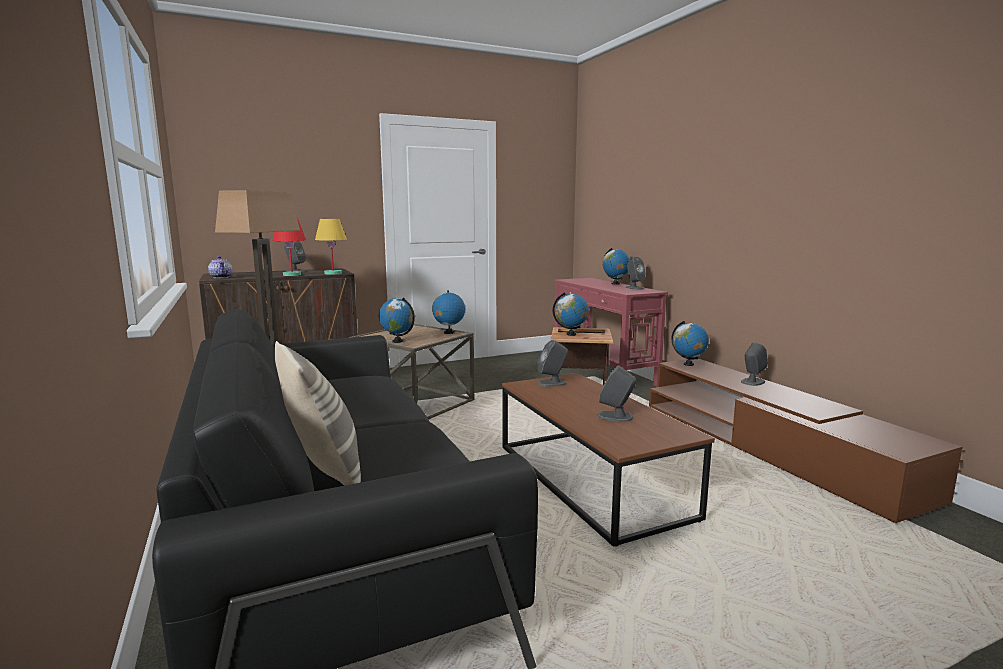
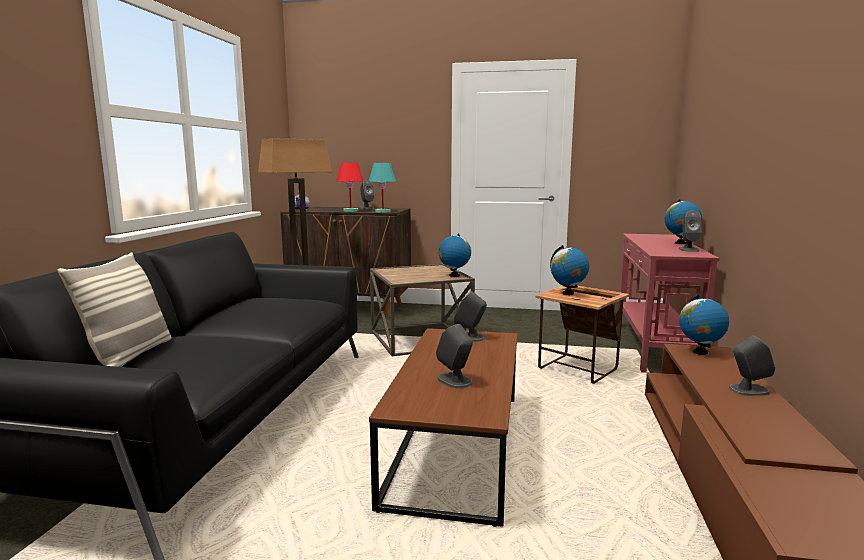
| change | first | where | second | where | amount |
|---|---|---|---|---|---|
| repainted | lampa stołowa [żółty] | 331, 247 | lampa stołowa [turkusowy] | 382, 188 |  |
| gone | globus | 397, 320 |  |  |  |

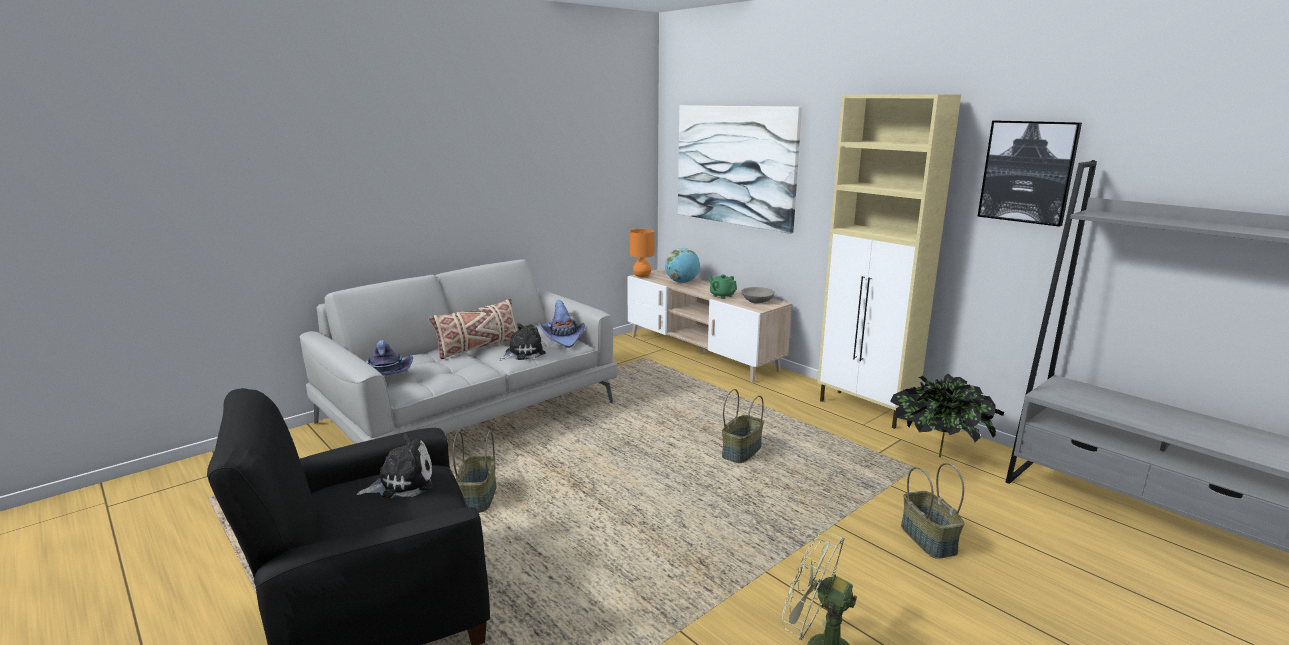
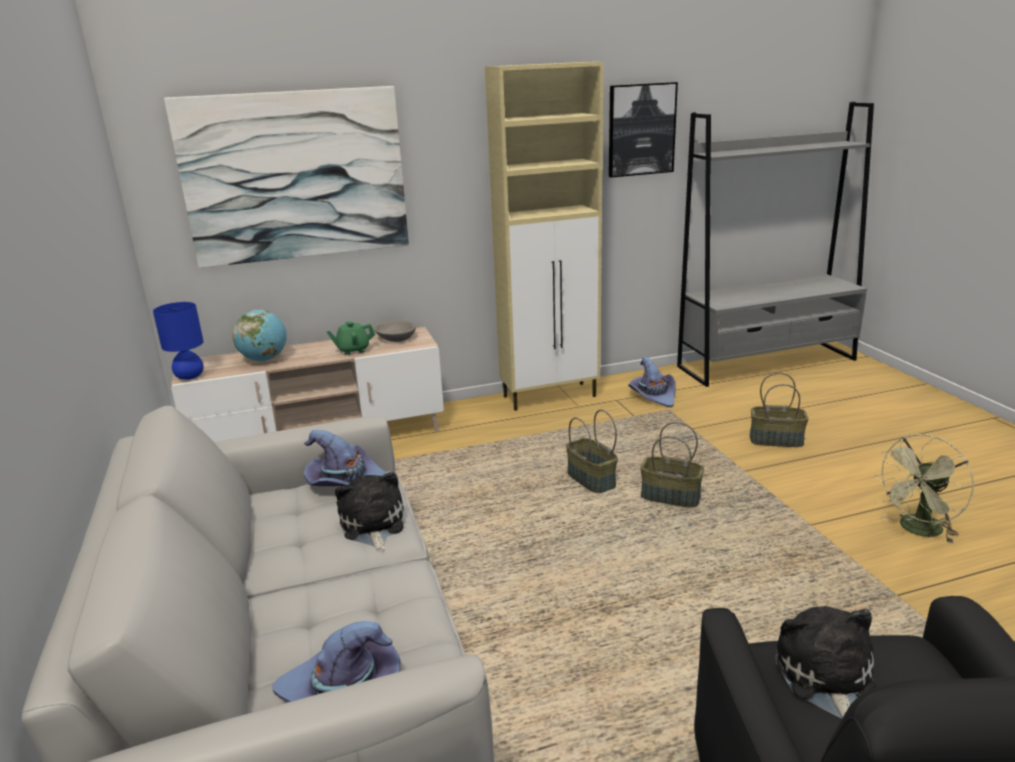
| change | first | where | second | where | amount |
|---|---|---|---|---|---|
| gone | poduszka [beżowy] | 472, 329 |  |  |  |
| shifted | koszyk | 475, 472 |  | 672, 465 |  |
| repainted | lampa stołowa [pomarańczowy] | 642, 253 | lampa stołowa [niebieski] | 178, 341 |  |
| swapped | roślina doniczkowa | 947, 415 | kapelusz [fioletowy] | 652, 382 |  |

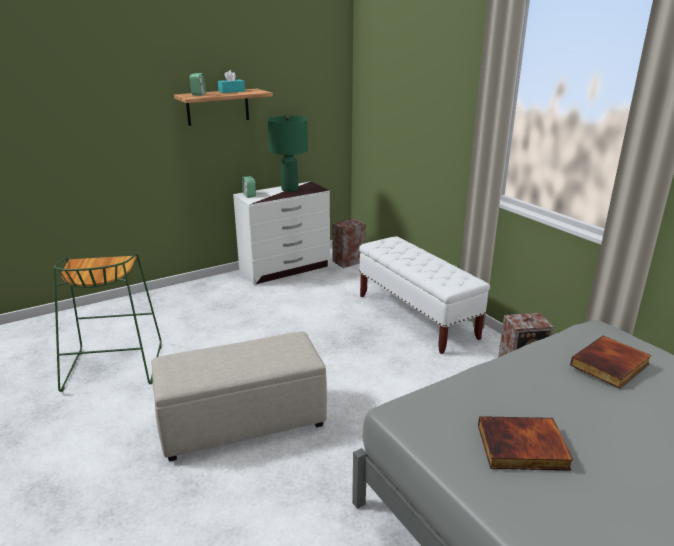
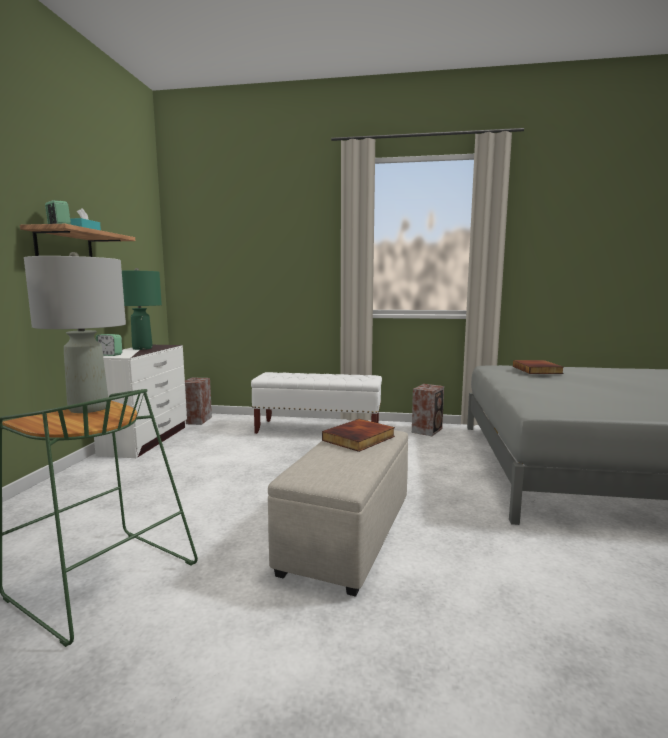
| change | first | where | second | where | amount |
|---|---|---|---|---|---|
| shifted | książka | 525, 443 |  | 358, 435 |  |
| new |  |  | lampa stołowa [szary] | 75, 332 |  |

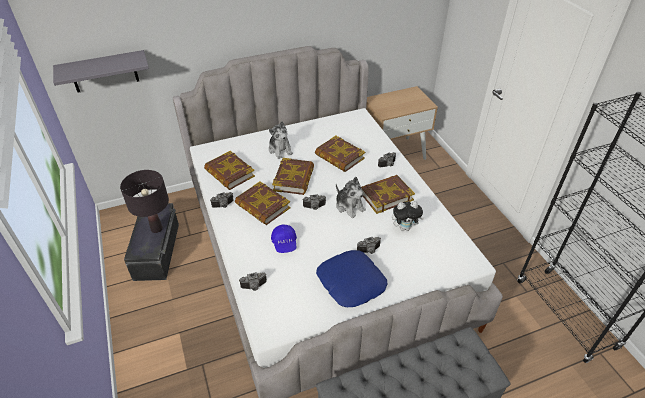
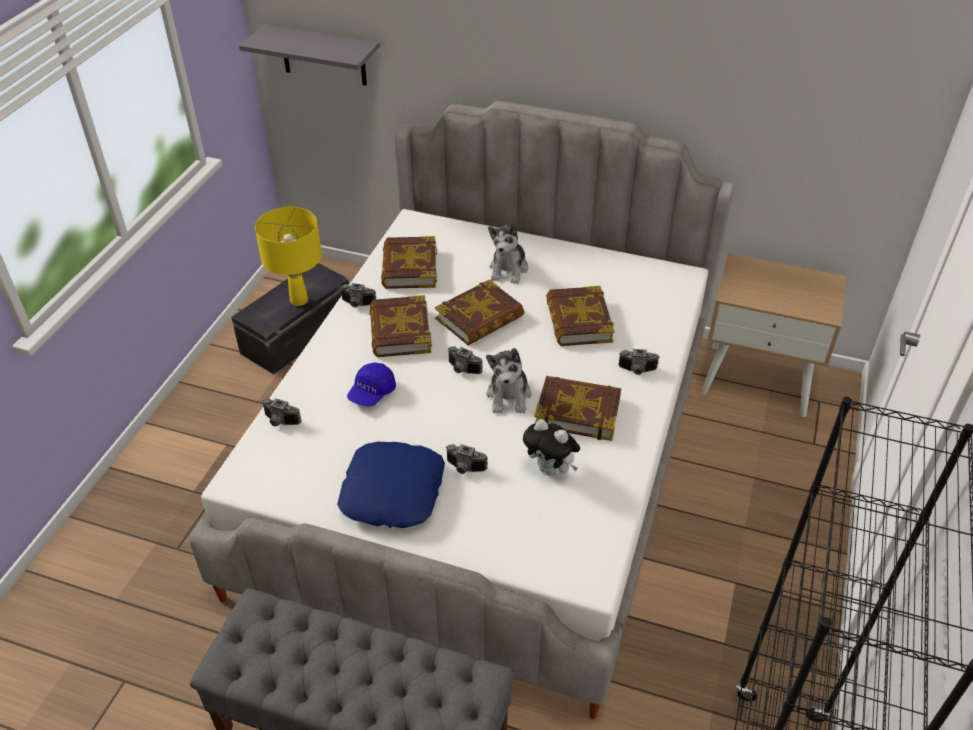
| change | first | where | second | where | amount |
|---|---|---|---|---|---|
| repainted | lampa stołowa [czarny] | 144, 201 | lampa stołowa [żółty] | 288, 256 |  |

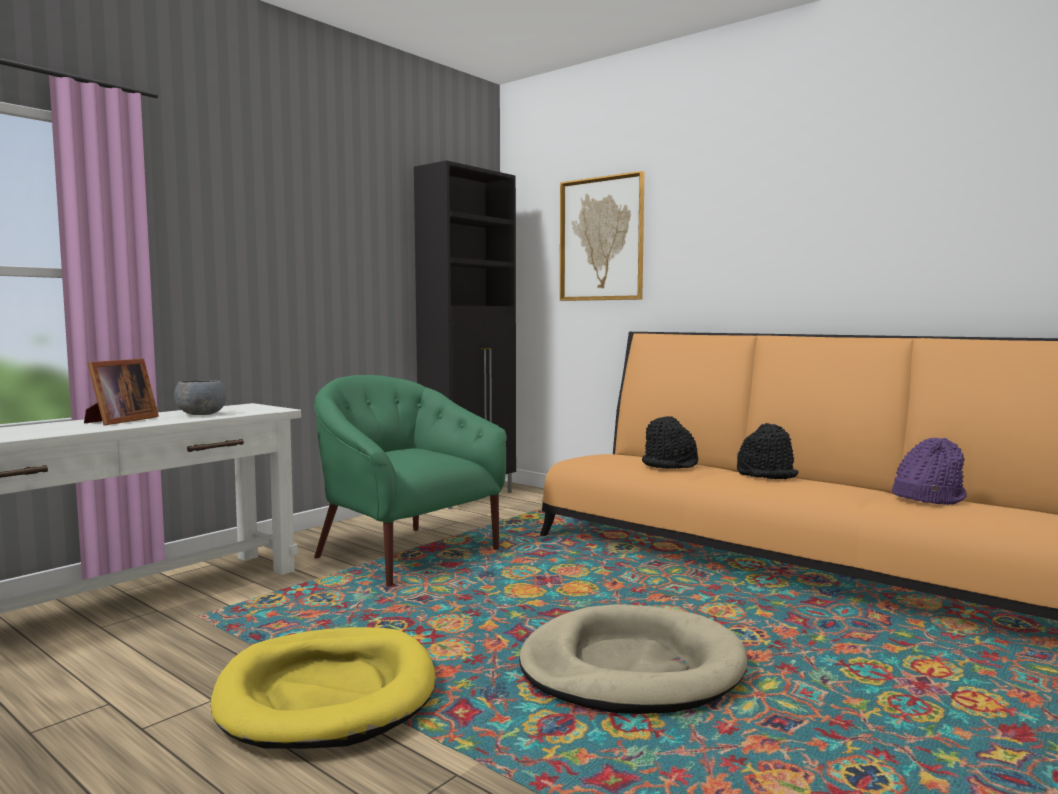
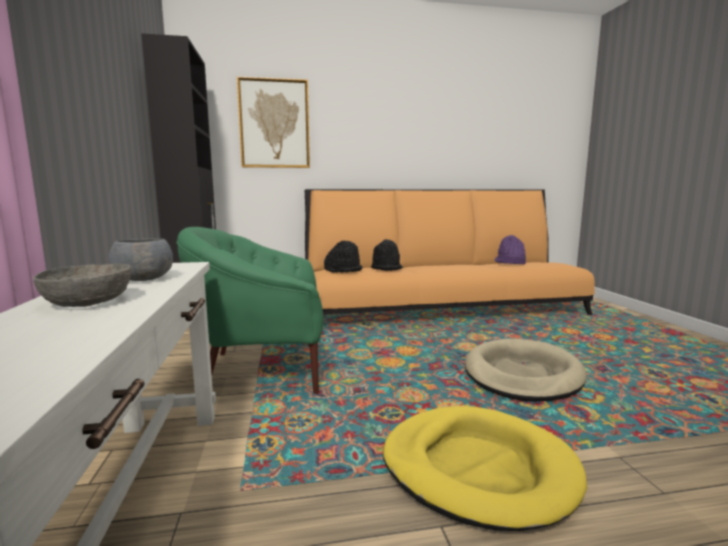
| change | first | where | second | where | amount |
|---|---|---|---|---|---|
| swapped | ramka na zdjęcie | 121, 392 | miska [szary] | 82, 285 |  |
| shifted | kapelusz [czarny] | 768, 451 |  | 343, 257 |  |

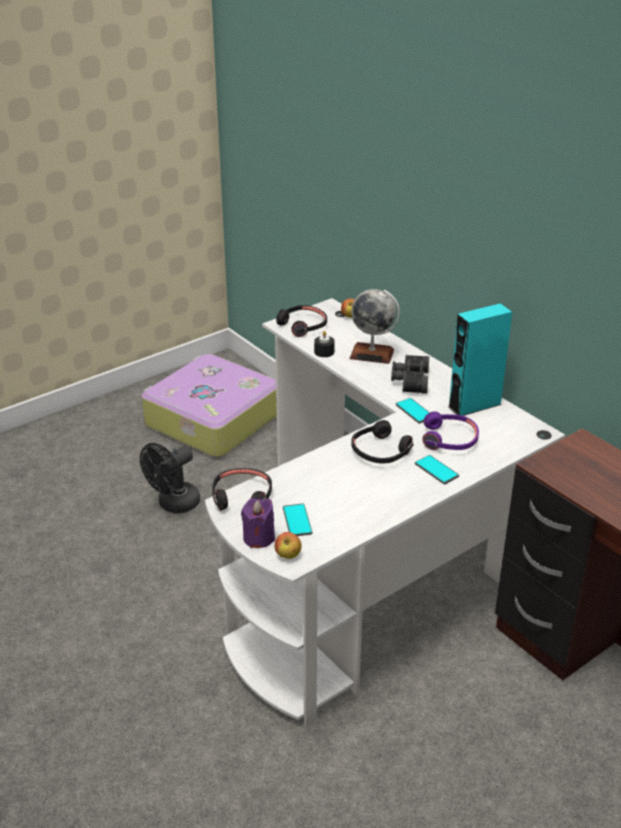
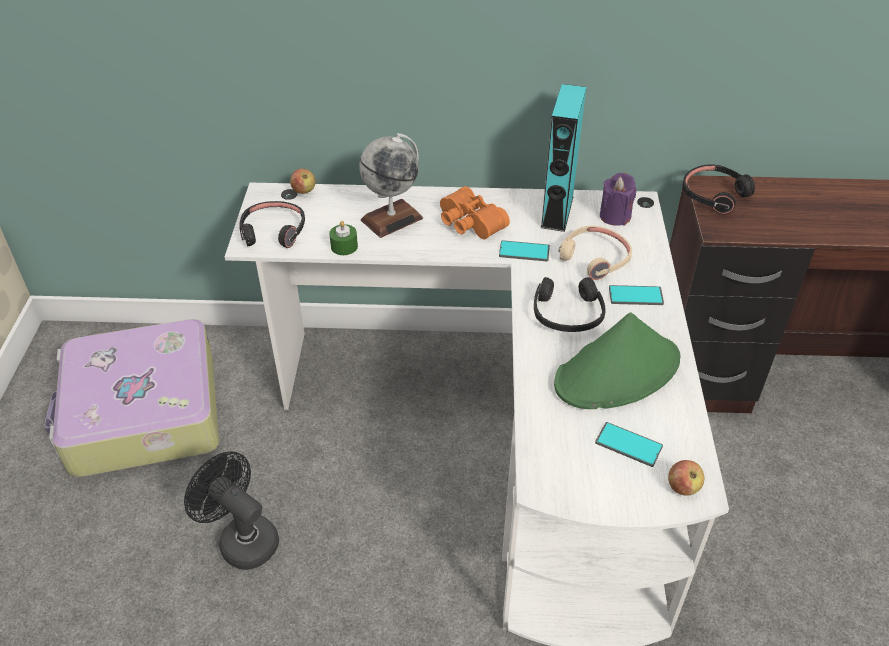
| change | first | where | second | where | amount |
|---|---|---|---|---|---|
| rotated | wentylator [czarny] | 170, 478 |  | 231, 510 | 135 degrees clockwise |
| shifted | słuchawki [czarny] | 242, 489 |  | 718, 189 |  |
| shifted | świeca [fioletowy] | 258, 523 |  | 618, 199 |  |
| repainted | świeca [czarny] | 324, 344 | świeca [zielony] | 343, 238 |  |
| repainted | lornetka [czarny] | 410, 374 | lornetka [pomarańczowy] | 475, 213 |  |
| repainted | słuchawki [fioletowy] | 450, 430 | słuchawki [beżowy] | 595, 253 |  |
| new |  |  | kapelusz [zielony] | 617, 360 |  |

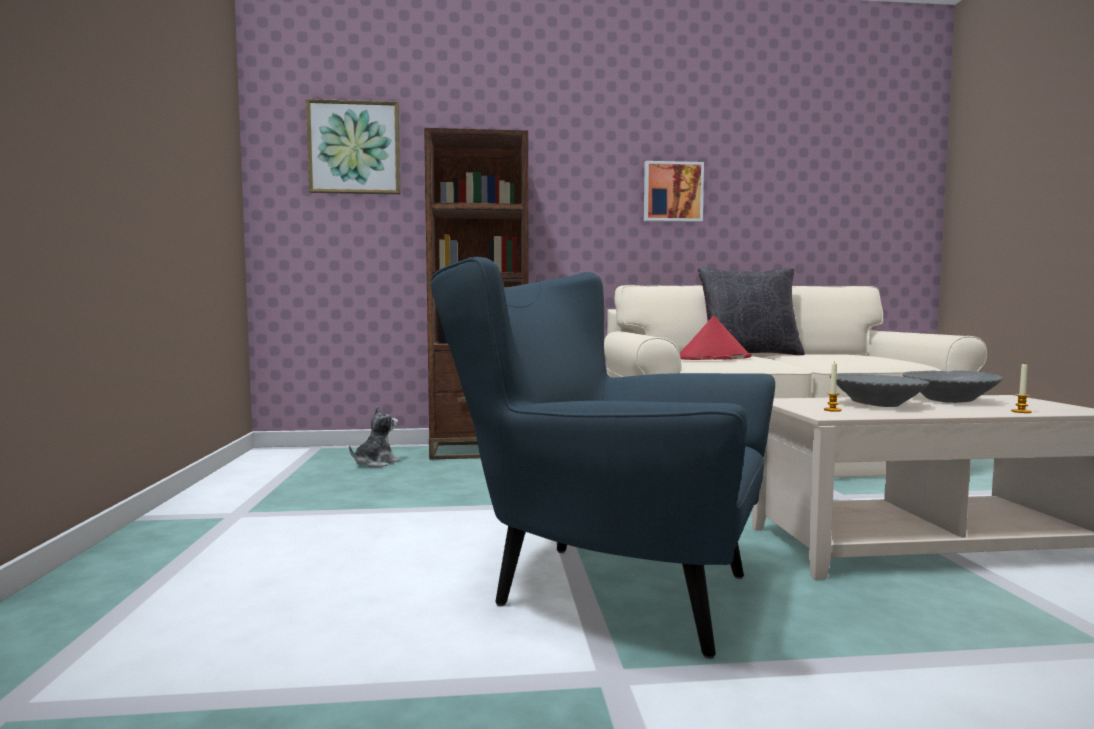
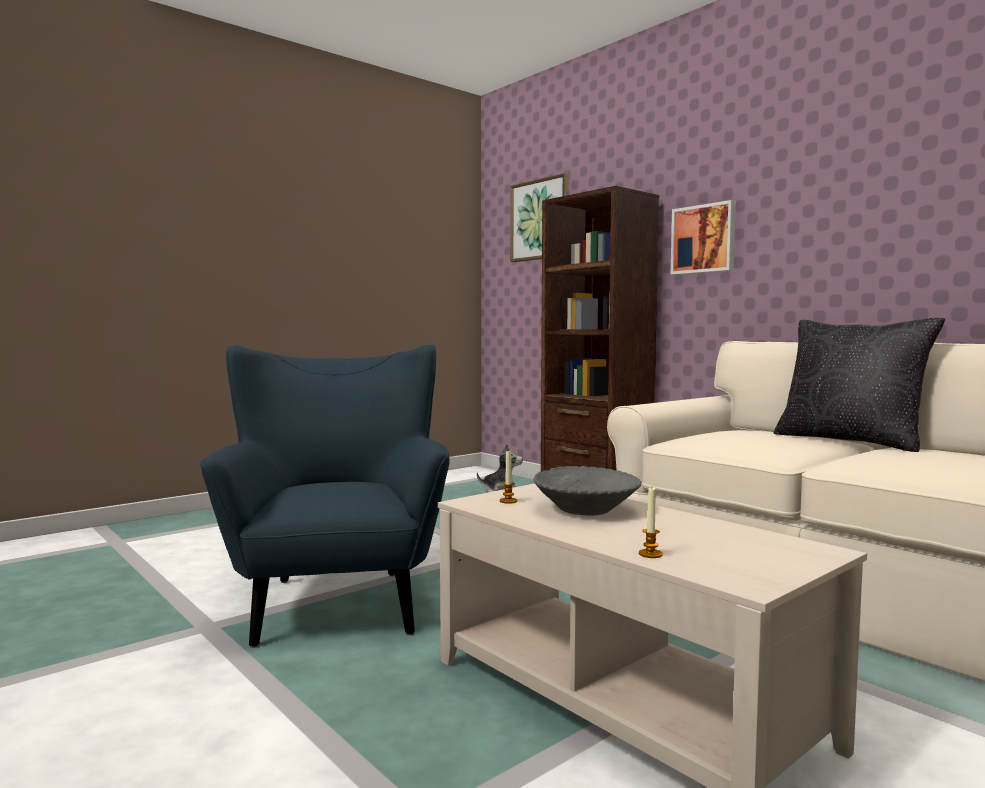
| change | first | where | second | where | amount |
|---|---|---|---|---|---|
| shifted | obraz | 674, 191 |  | 703, 237 |  |
| gone | kapelusz [czerwony] | 715, 337 |  |  |  |
| gone | miska [szary] | 953, 386 |  |  |  |

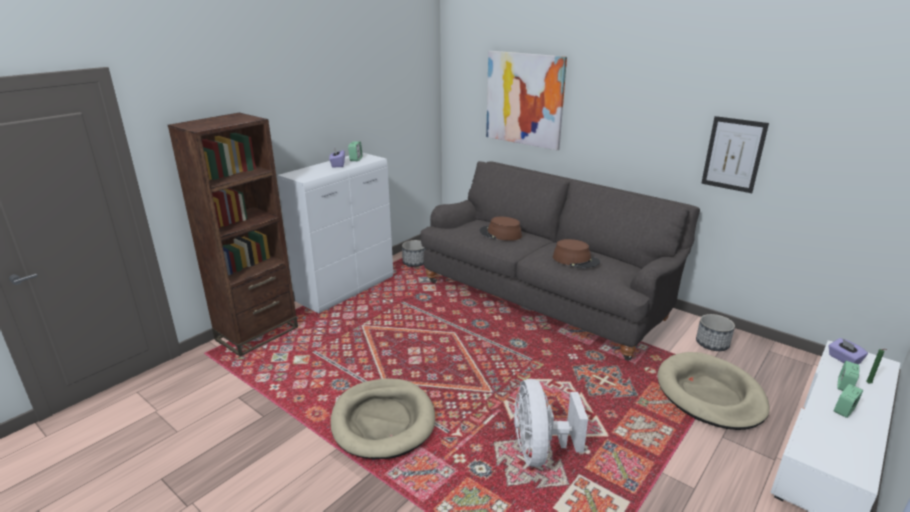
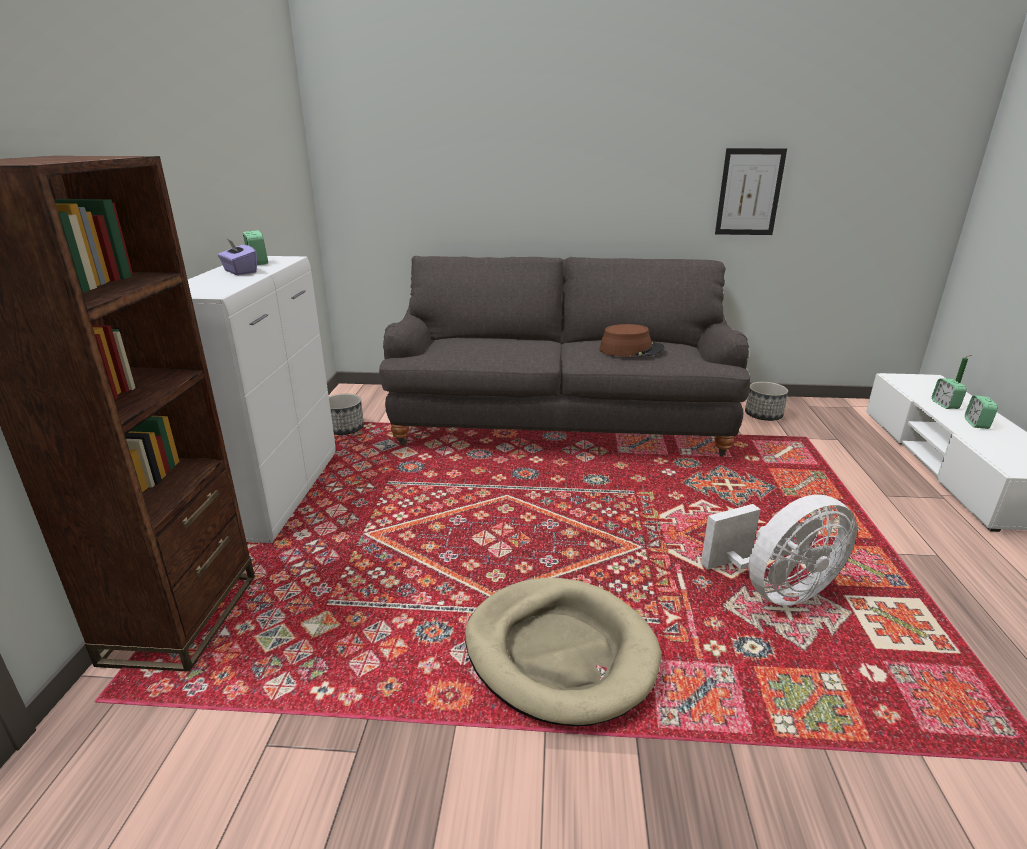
| change | first | where | second | where | amount |
|---|---|---|---|---|---|
| gone | kapelusz [brązowy] | 501, 229 |  |  |  |
| gone | obraz | 526, 100 |  |  |  |
| rotated | wentylator [biały] | 551, 423 |  | 779, 550 | 75 degrees counterclockwise |
| gone | legowisko [beżowy] | 713, 391 |  |  |  |
| gone | pudełko chusteczek [fioletowy] | 848, 351 |  |  |  |

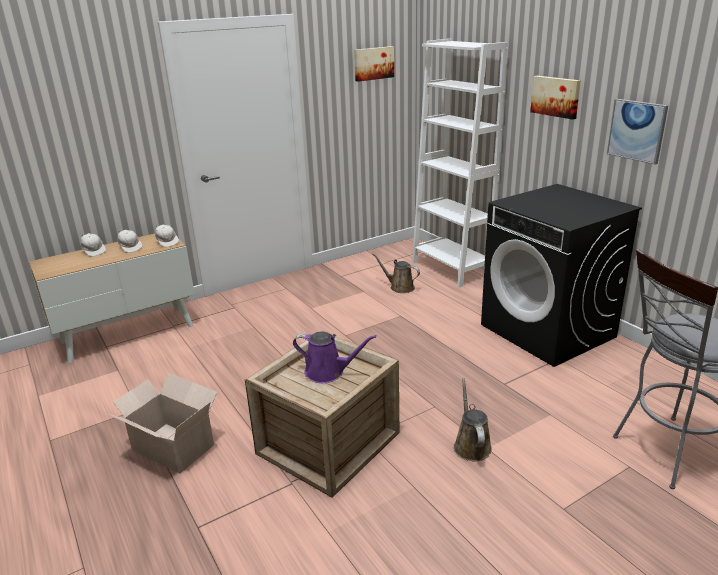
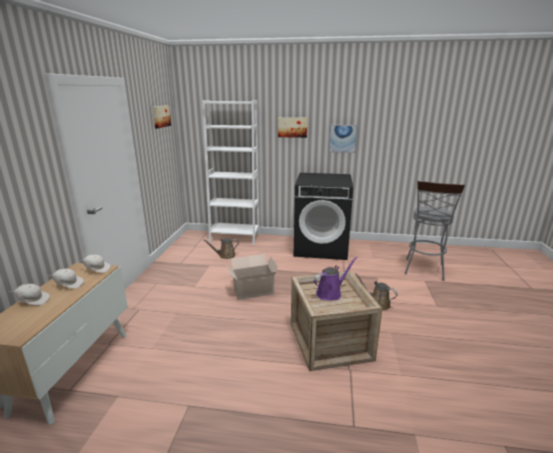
| change | first | where | second | where | amount |
|---|---|---|---|---|---|
| shifted | karton | 162, 423 |  | 252, 277 |  |

